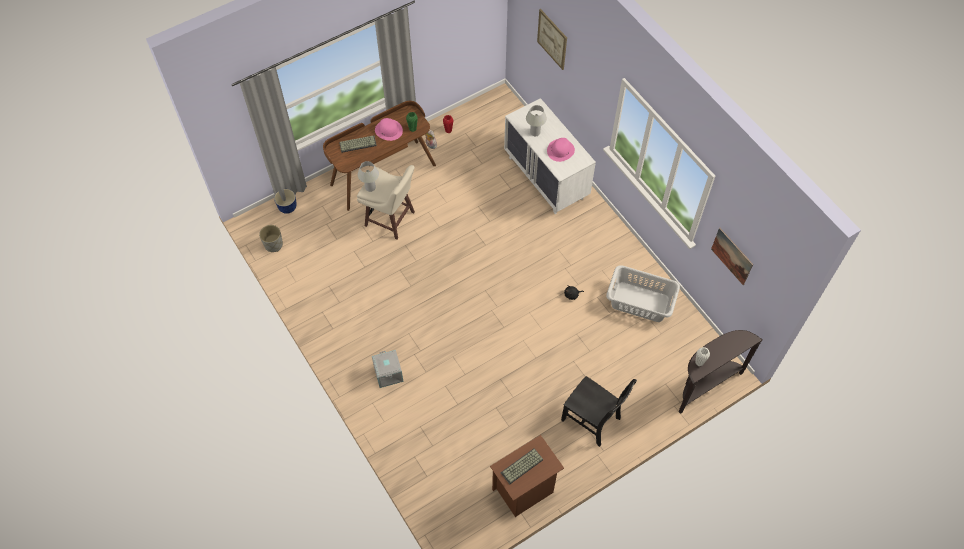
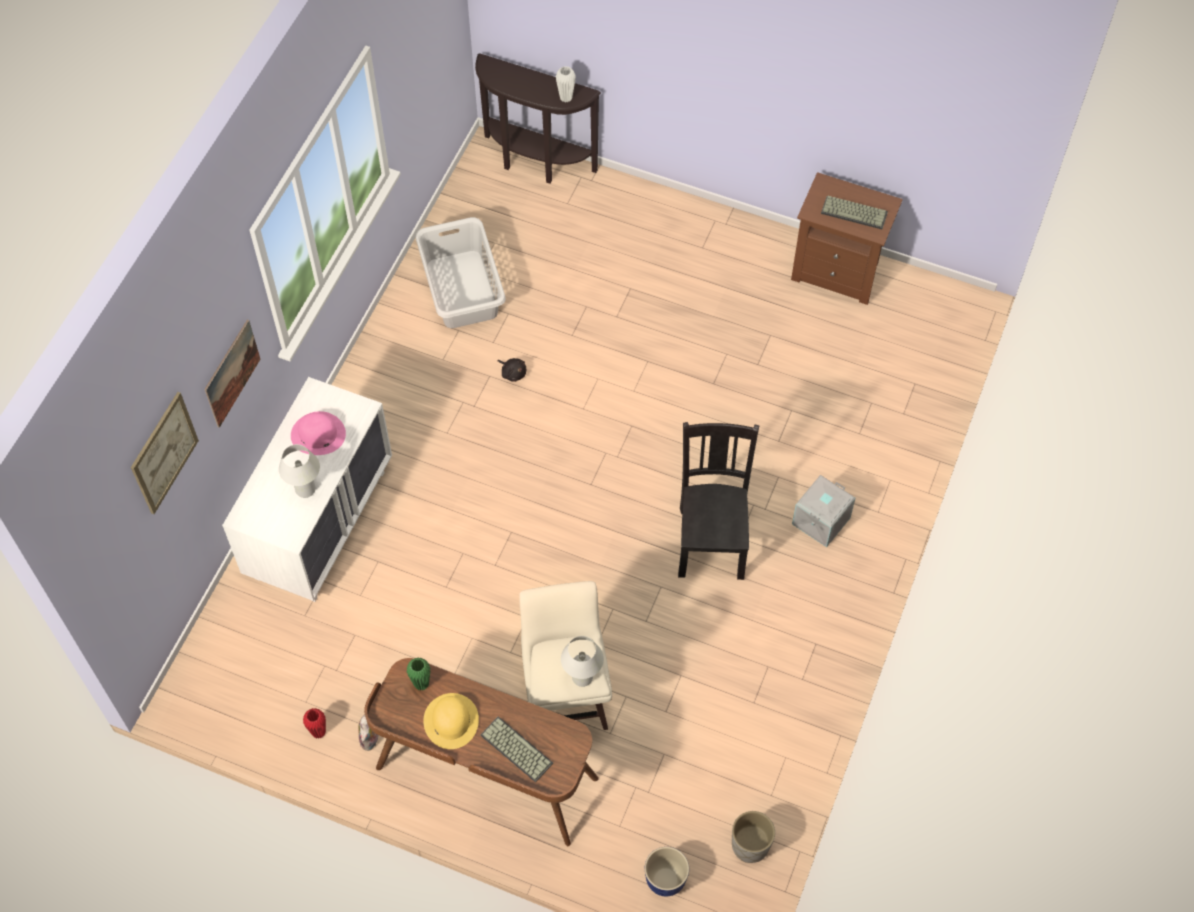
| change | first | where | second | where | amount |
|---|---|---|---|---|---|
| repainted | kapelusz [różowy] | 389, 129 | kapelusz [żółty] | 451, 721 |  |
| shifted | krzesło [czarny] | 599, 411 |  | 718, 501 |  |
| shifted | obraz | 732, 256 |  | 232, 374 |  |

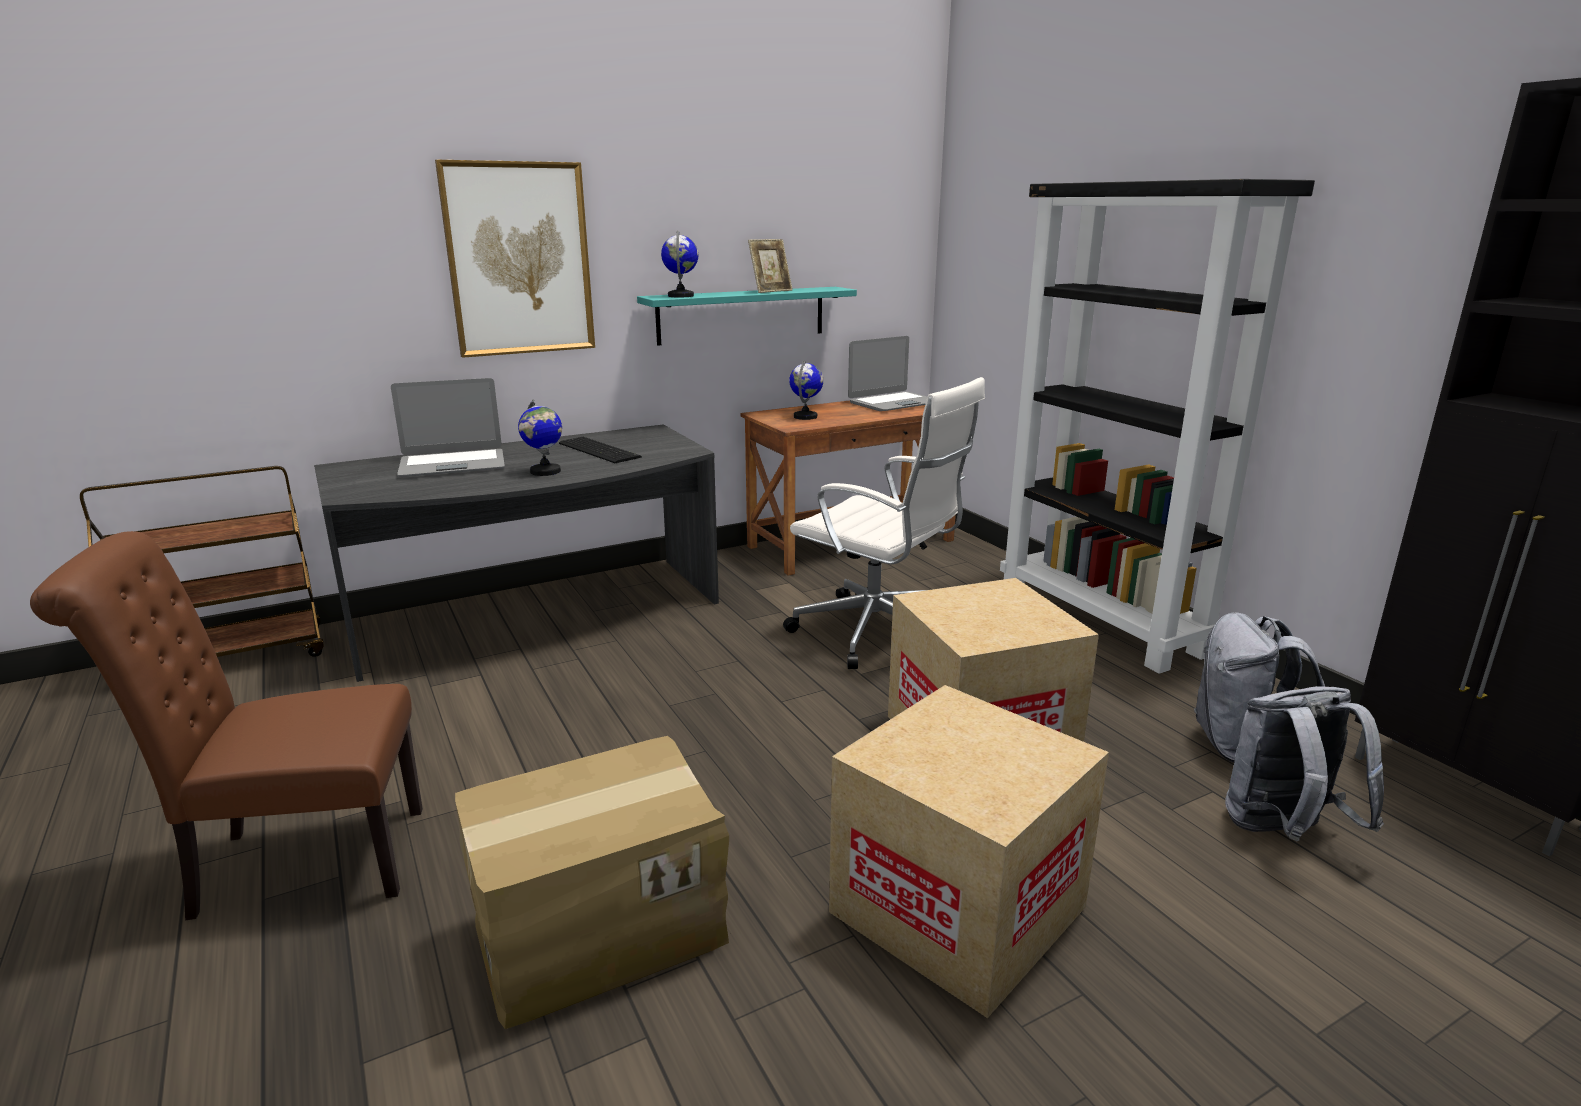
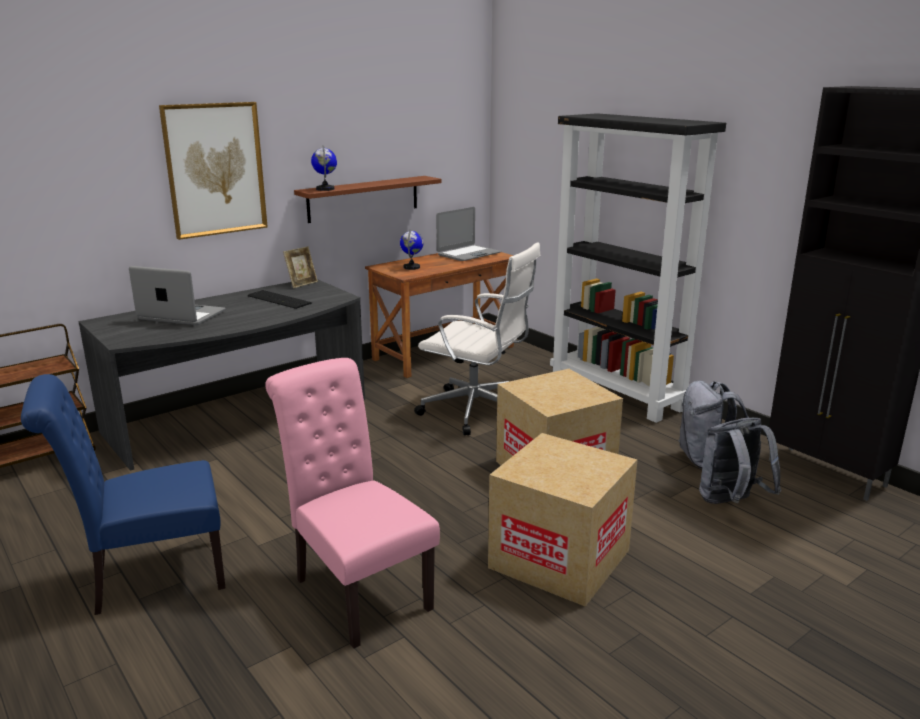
| change | first | where | second | where | amount |
|---|---|---|---|---|---|
| repainted | krzesło [brązowy] | 226, 725 | krzesło [niebieski] | 123, 494 |  |
| rotated | laptop | 448, 427 |  | 177, 295 | 135 degrees counterclockwise |
| swapped | karton | 592, 882 | krzesło [różowy] | 352, 503 |  |
| gone | globus | 540, 437 |  |  |  |
| repainted | półka [turkusowy] | 747, 316 | półka [brązowy] | 367, 199 |  |
| shifted | ramka na zdjęcie | 770, 266 |  | 300, 267 |  |

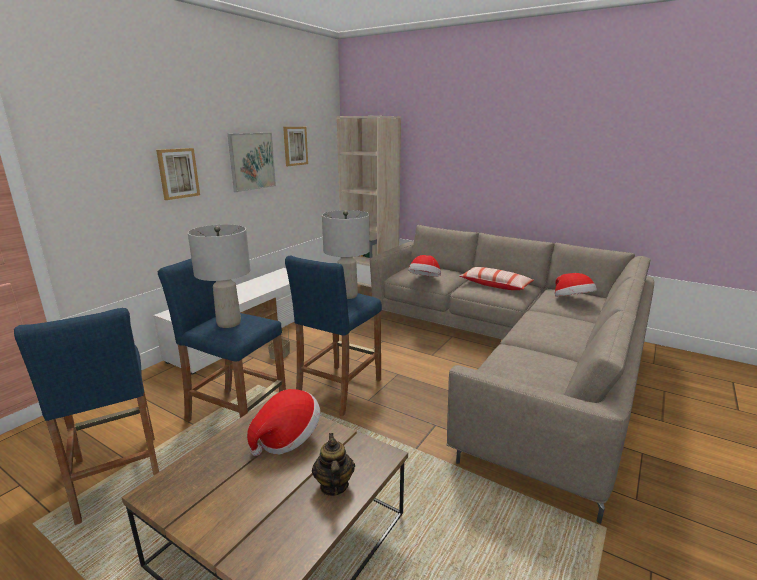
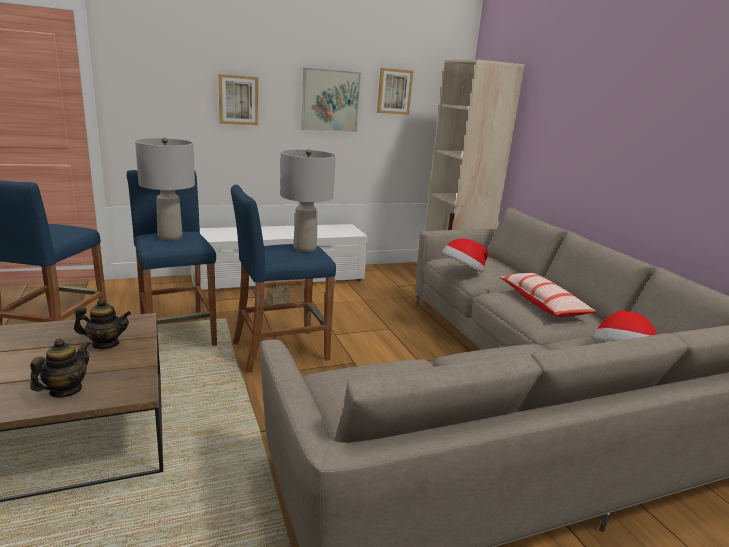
| change | first | where | second | where | amount |
|---|---|---|---|---|---|
| swapped | kapelusz | 283, 422 | imbryk | 102, 324 |  |

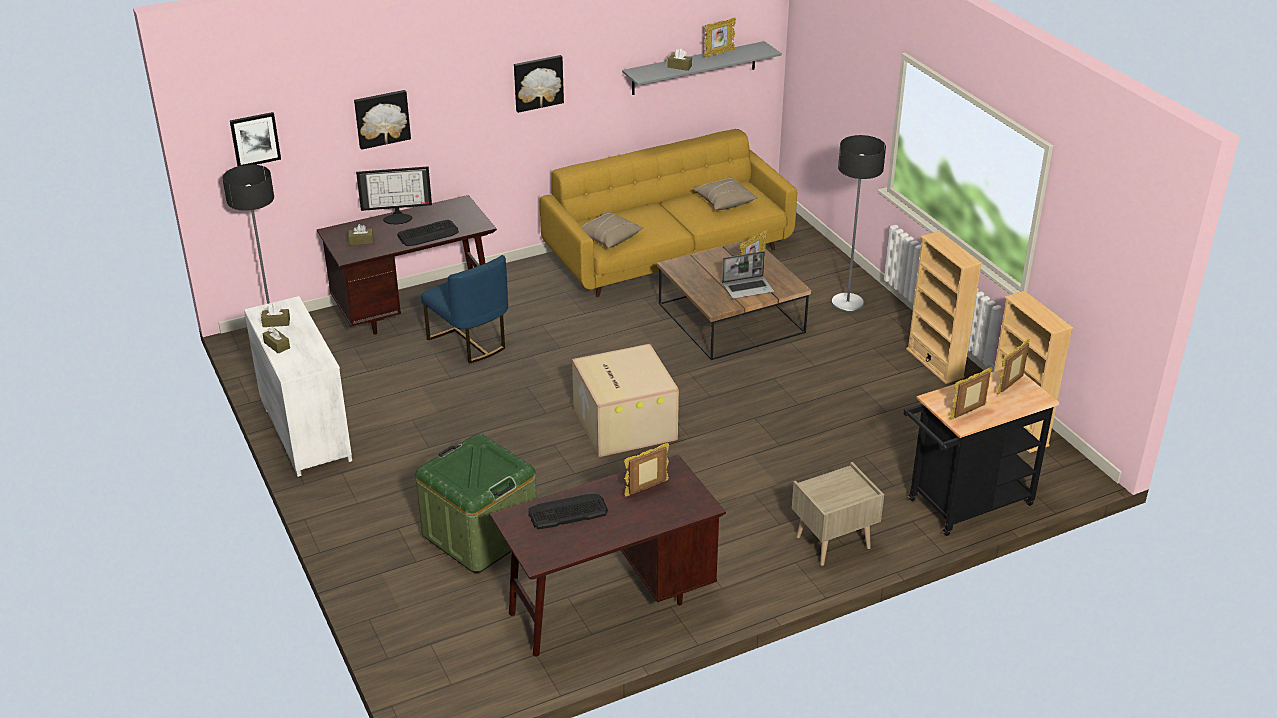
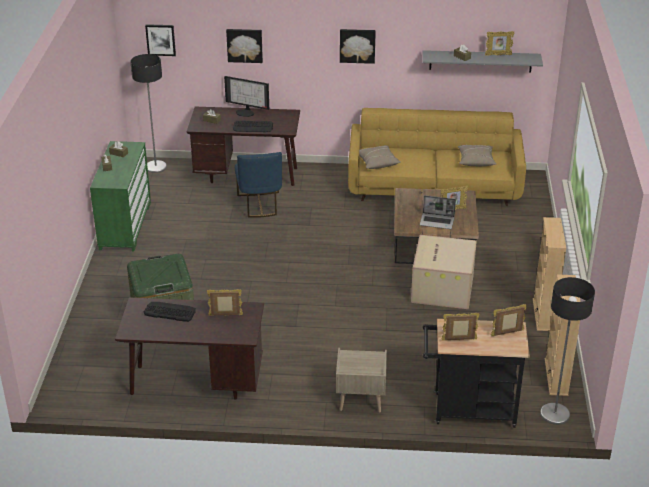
| change | first | where | second | where | amount |
|---|---|---|---|---|---|
| repainted | komoda [biały] | 298, 386 | komoda [zielony] | 120, 196 |  |
| shifted | karton | 625, 400 |  | 444, 272 |  |
| shifted | lampa stojąca | 858, 224 |  | 567, 351 |  |

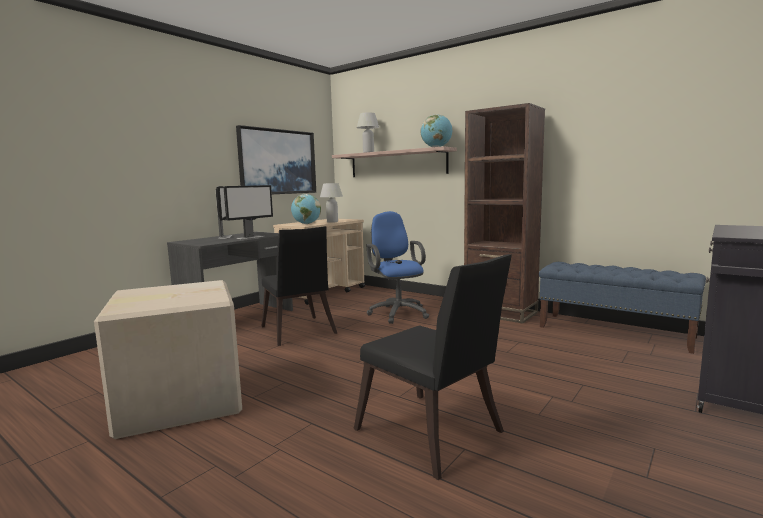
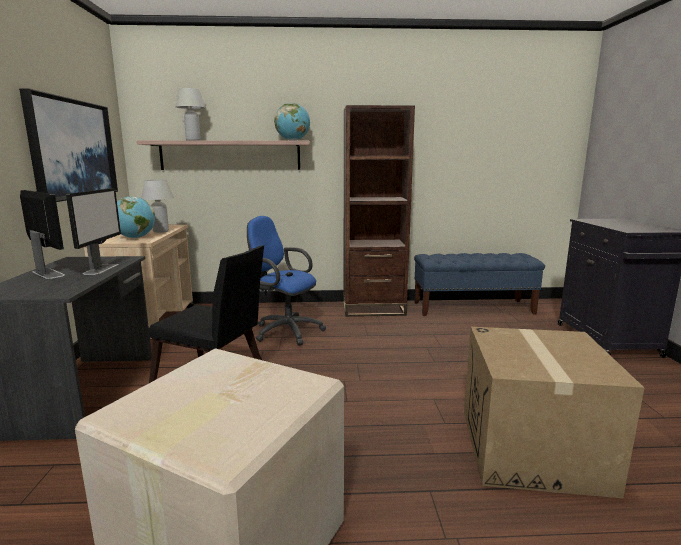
| change | first | where | second | where | amount |
|---|---|---|---|---|---|
| swapped | krzesło [czarny] | 433, 367 | karton | 554, 412 |  |

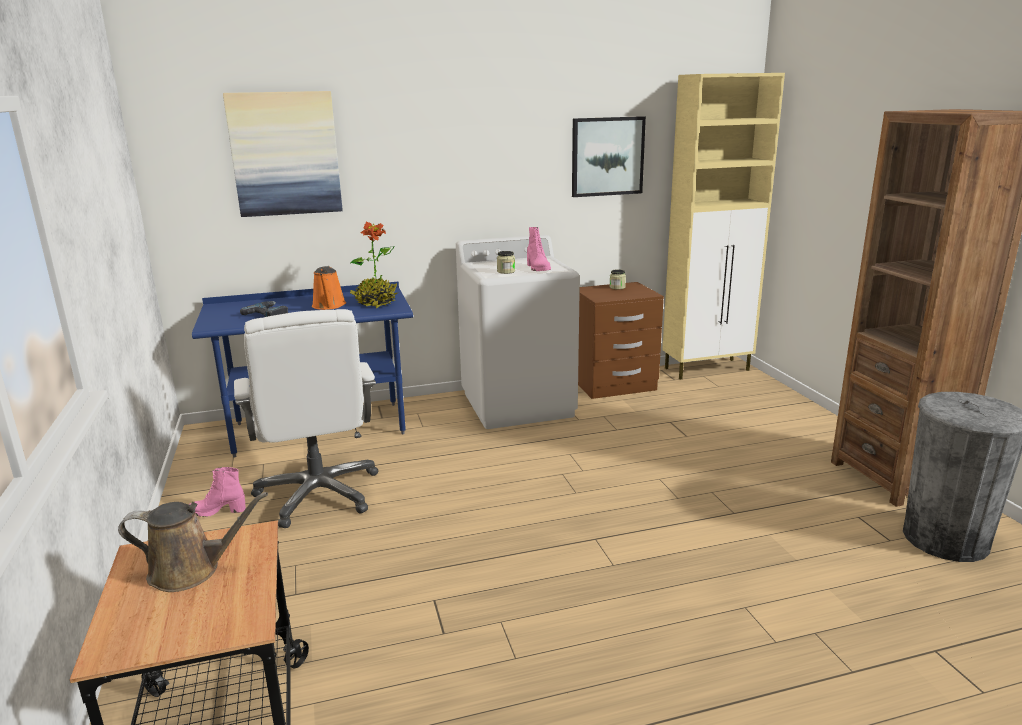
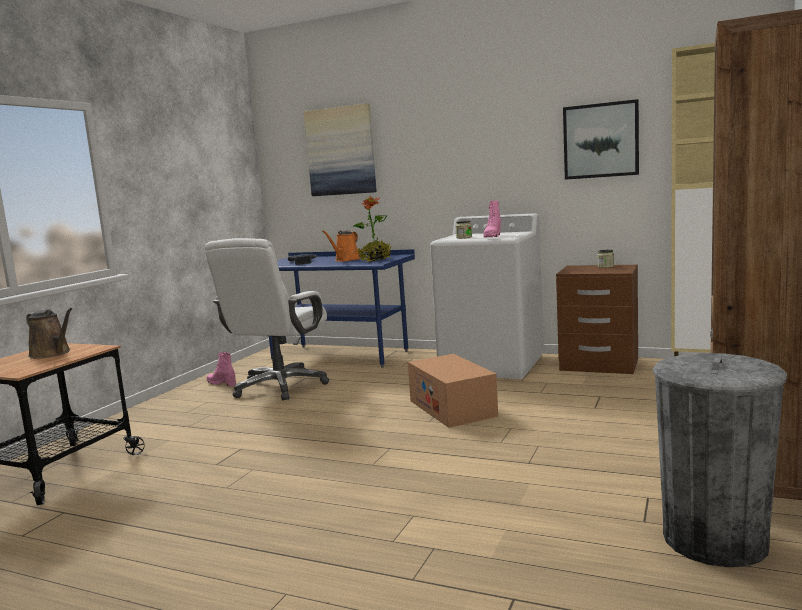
| change | first | where | second | where | amount |
|---|---|---|---|---|---|
| new |  |  | karton | 453, 391 |  |

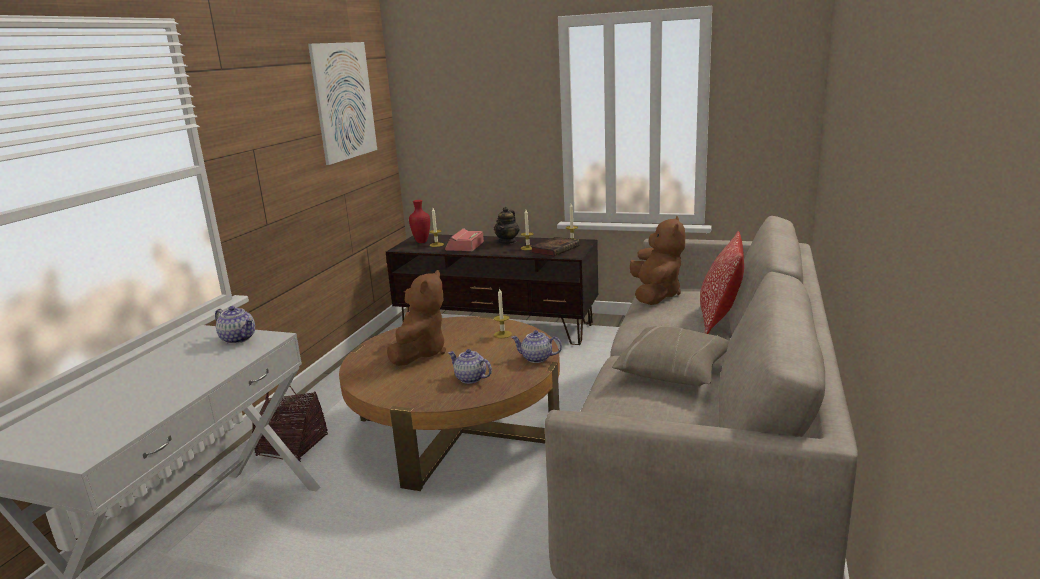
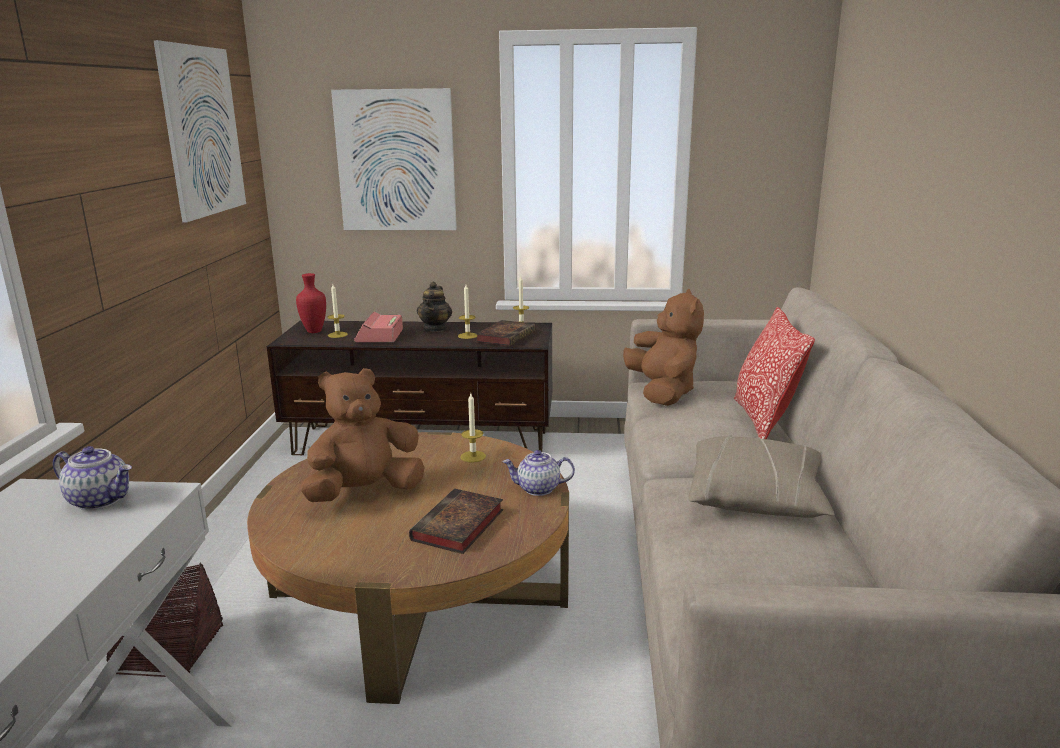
| change | first | where | second | where | amount |
|---|---|---|---|---|---|
| rotated | pluszak [brązowy] | 416, 318 |  | 362, 435 | 120 degrees counterclockwise |
| swapped | imbryk | 470, 366 | książka | 456, 521 |  |
| new |  |  | obraz | 394, 159 |  |

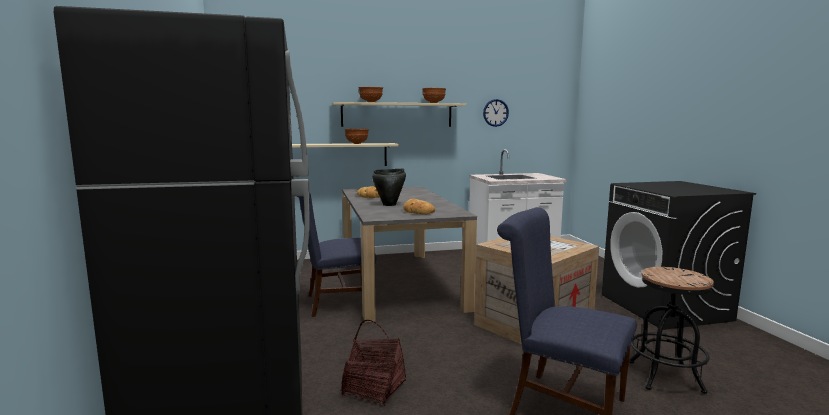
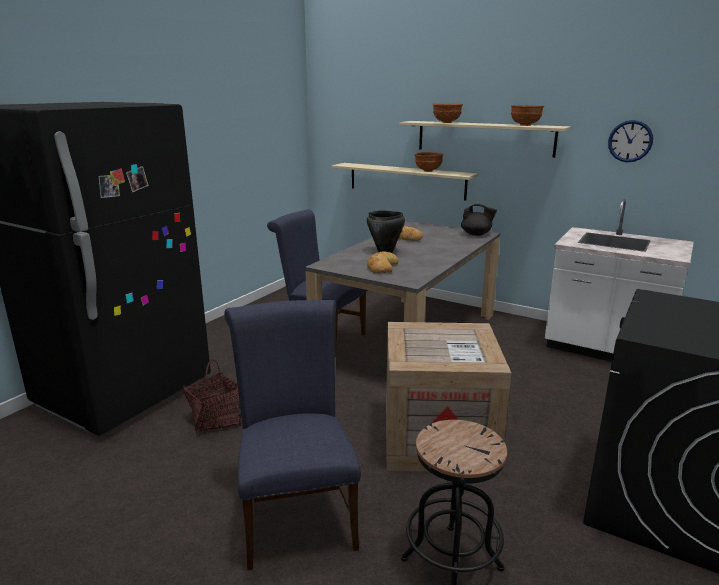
| change | first | where | second | where | amount |
|---|---|---|---|---|---|
| new |  |  | imbryk [czarny] | 479, 220 |  |

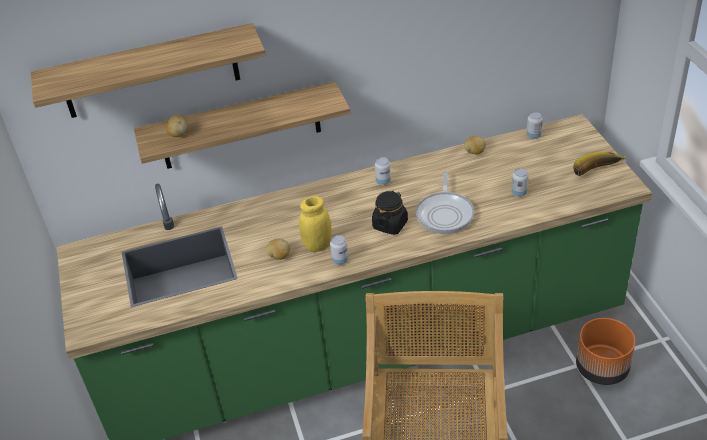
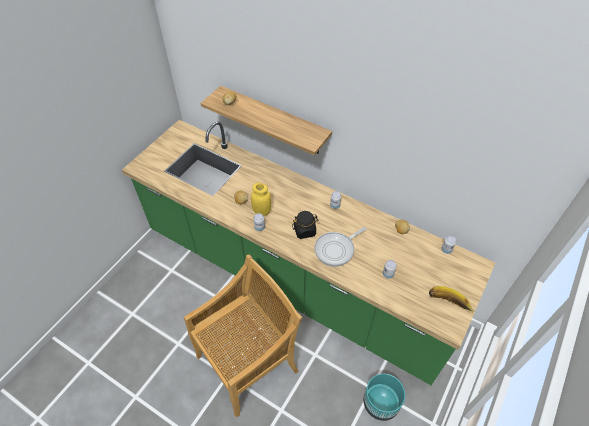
| change | first | where | second | where | amount |
|---|---|---|---|---|---|
| gone | półka | 148, 70 |  |  |  |
| repainted | donica [pomarańczowy] | 606, 351 | donica [turkusowy] | 384, 397 |  |

